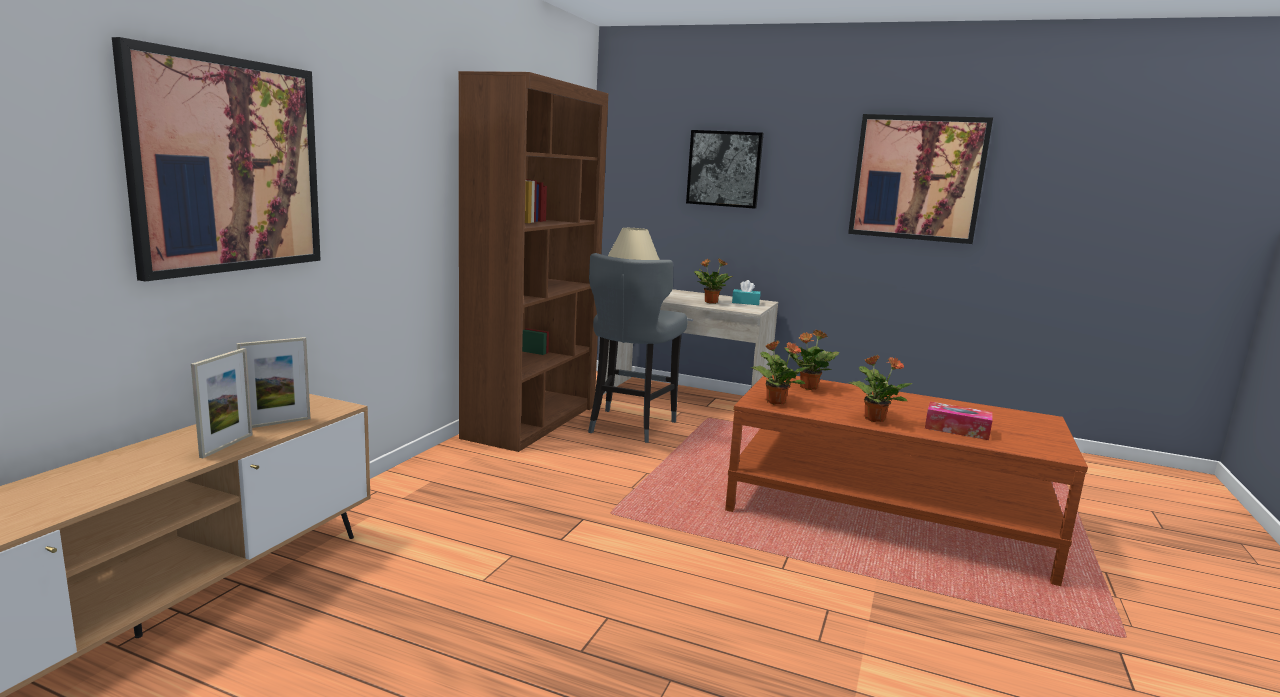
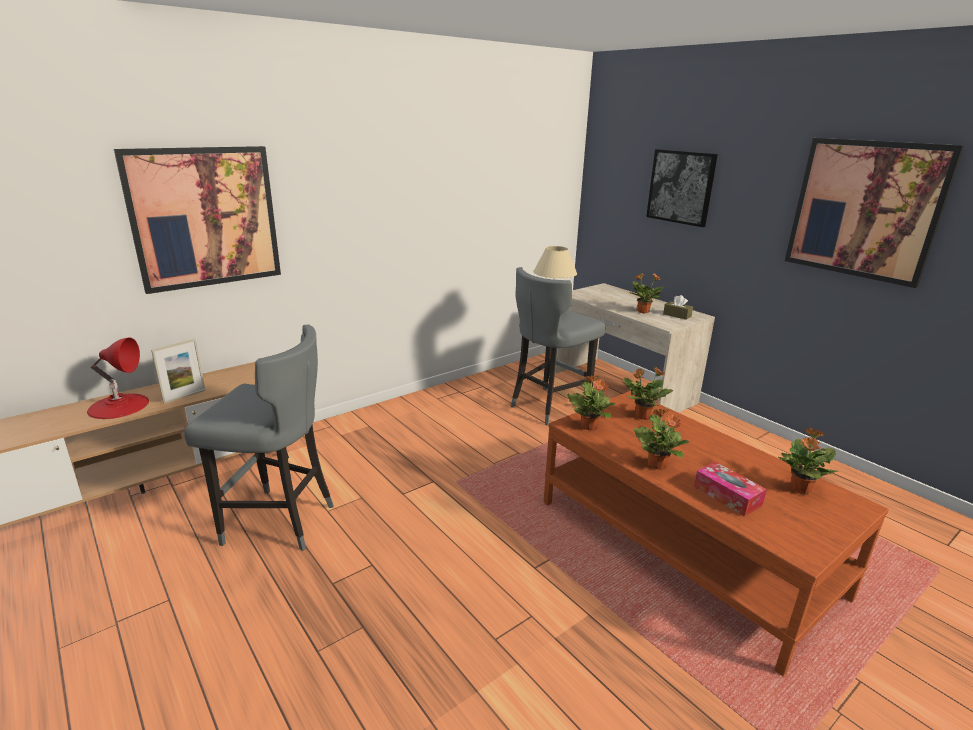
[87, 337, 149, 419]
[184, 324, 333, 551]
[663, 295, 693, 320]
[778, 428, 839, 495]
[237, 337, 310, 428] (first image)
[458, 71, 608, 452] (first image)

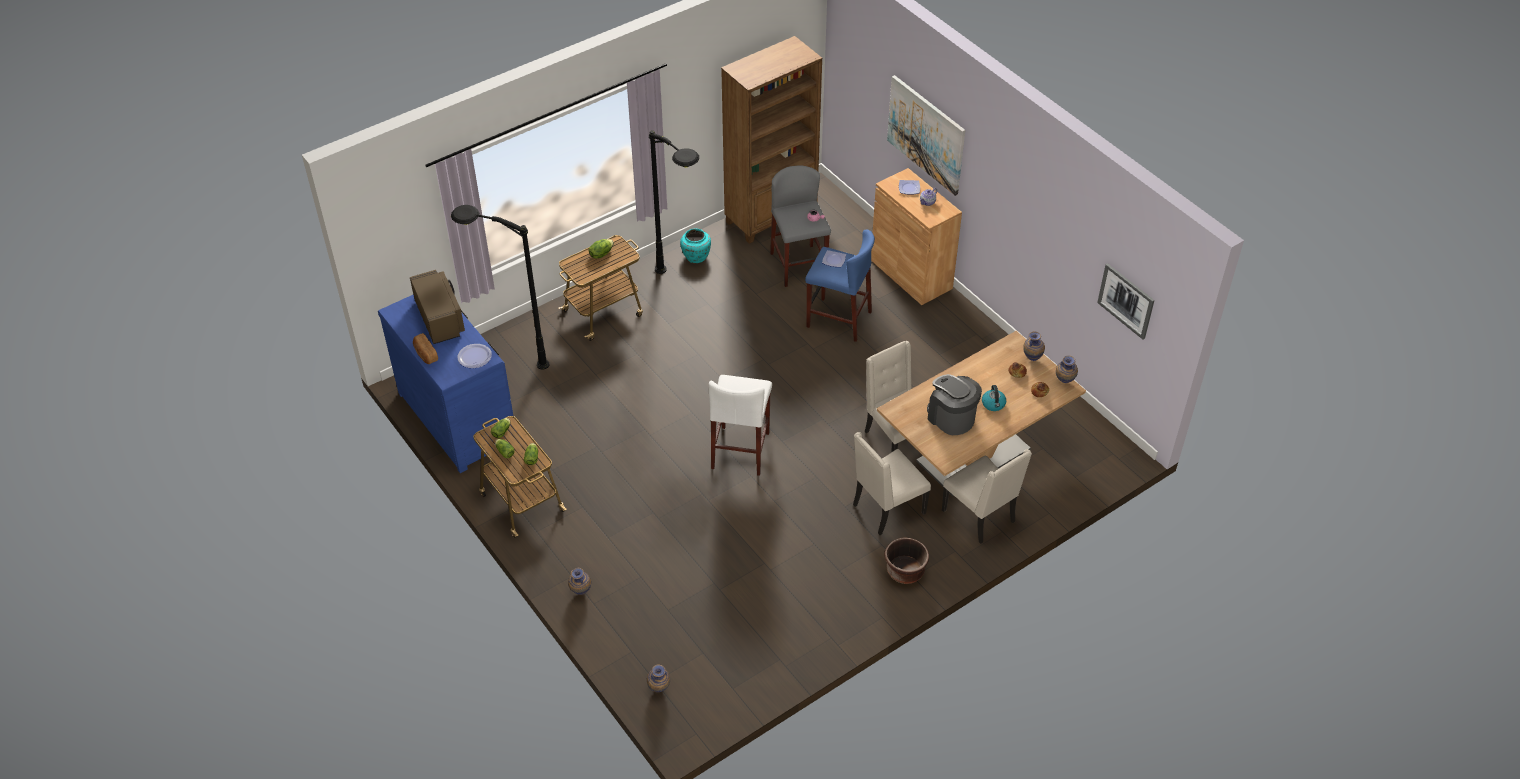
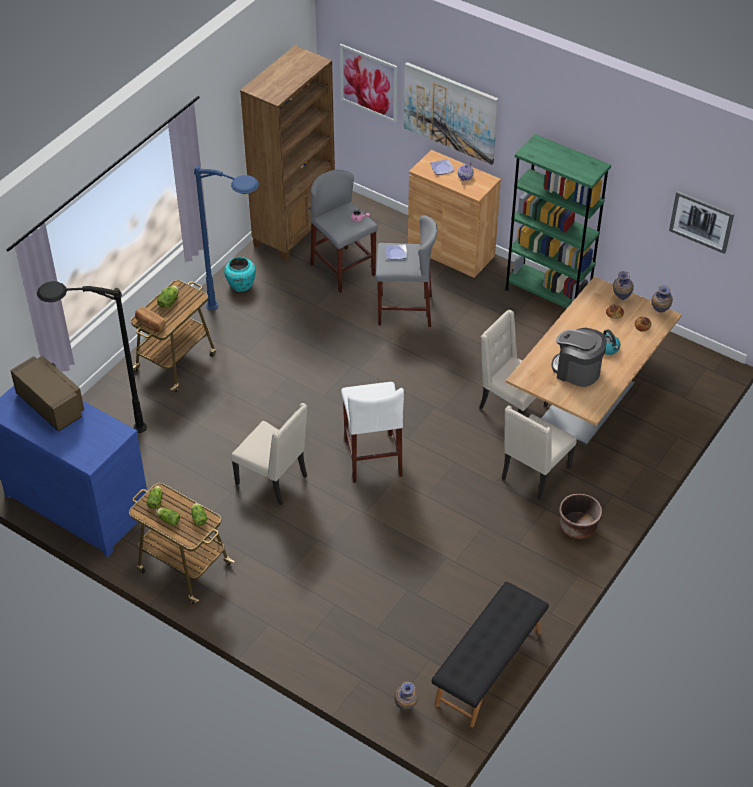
[135, 306, 166, 332]
[194, 166, 259, 310]
[231, 403, 307, 505]
[340, 44, 398, 123]
[376, 215, 438, 327]
[432, 582, 549, 727]
[505, 134, 611, 308]
[457, 344, 492, 368] (first image)
[568, 568, 591, 595] (first image)

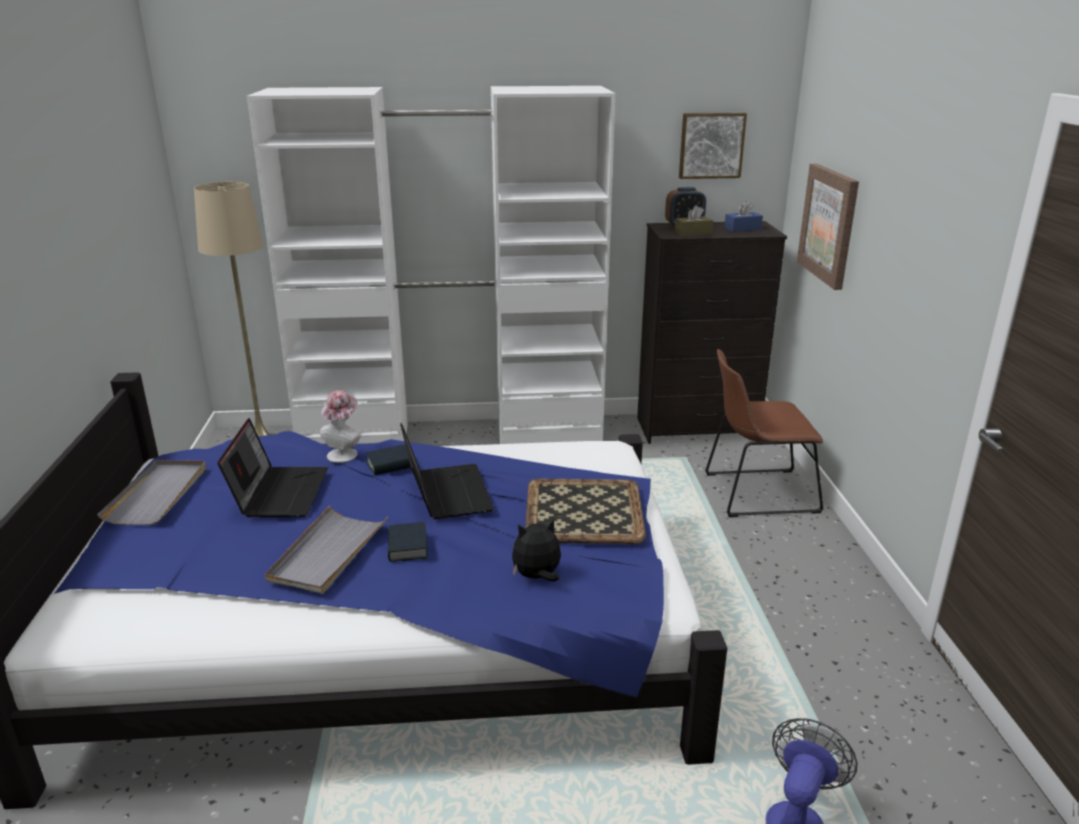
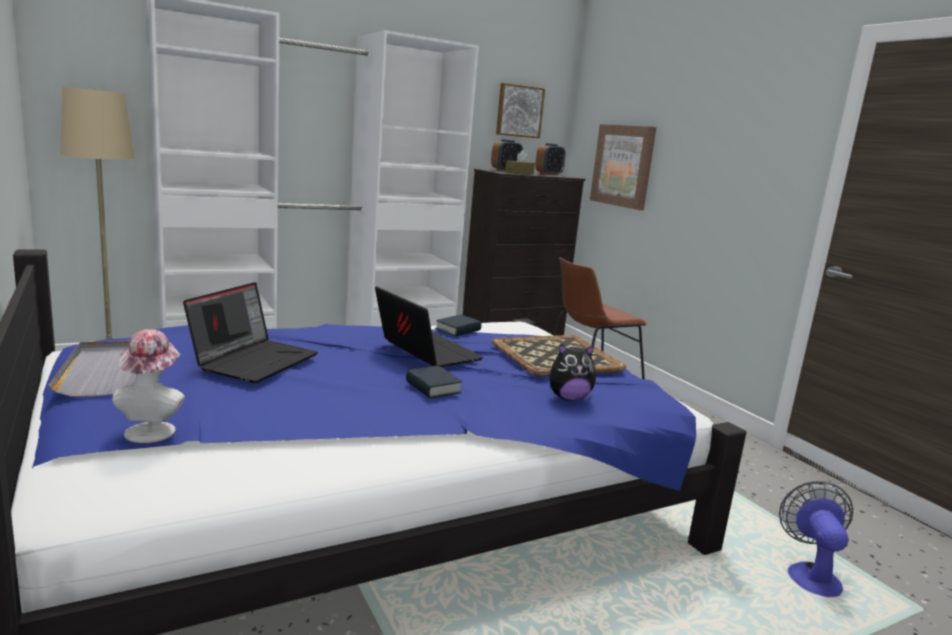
[112, 329, 185, 443]
[183, 282, 318, 383]
[435, 315, 481, 337]
[535, 143, 566, 175]
[549, 344, 596, 401]
[265, 506, 388, 594] (first image)

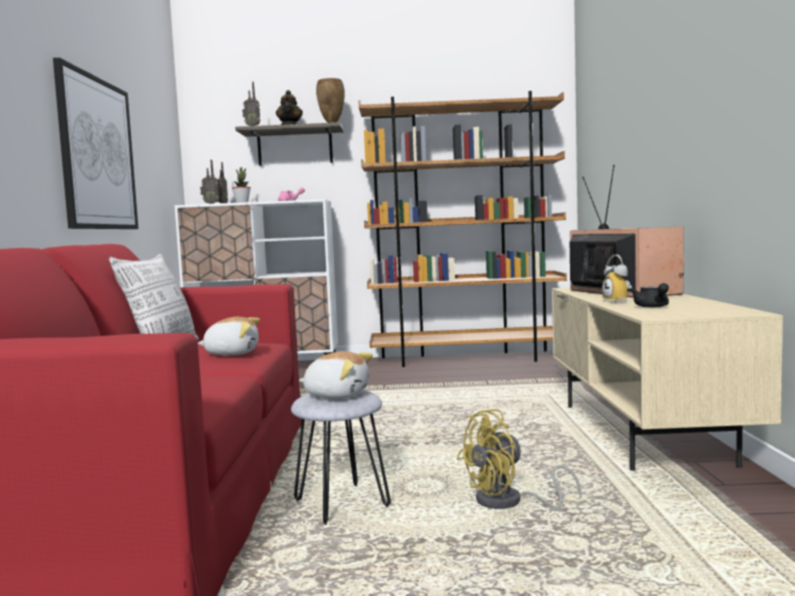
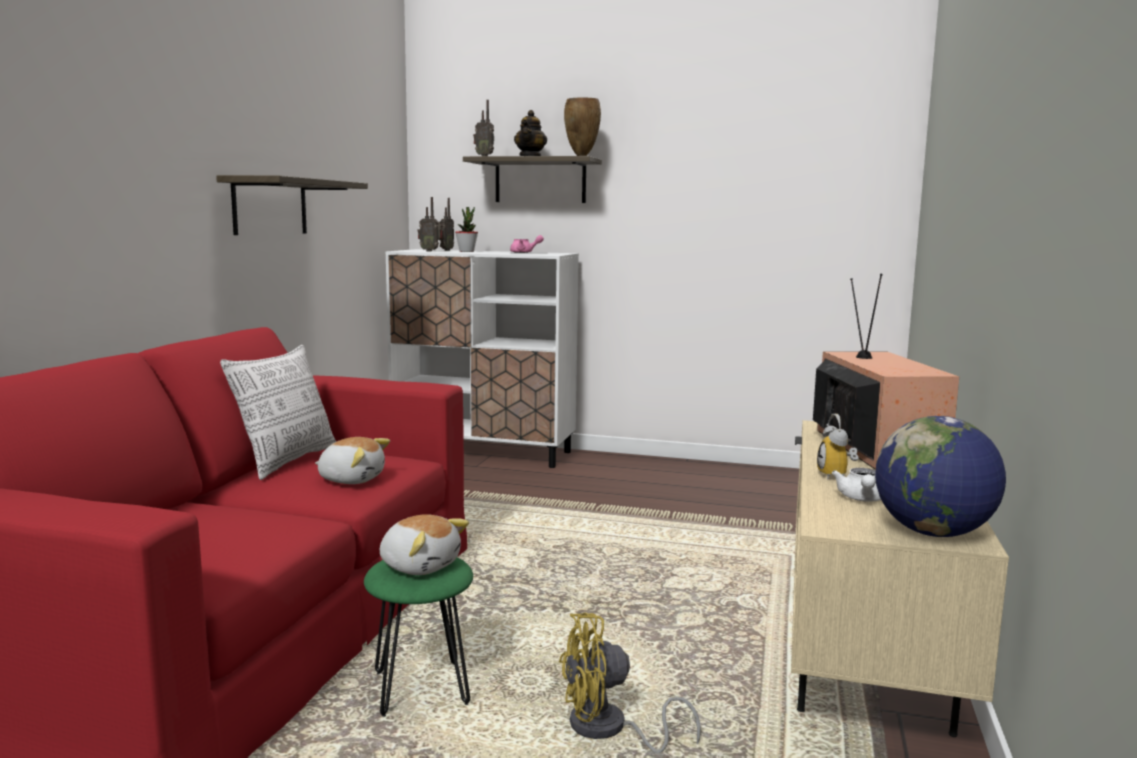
[216, 175, 368, 235]
[364, 557, 473, 717]
[832, 468, 881, 502]
[875, 416, 1006, 537]
[359, 91, 567, 367] (first image)

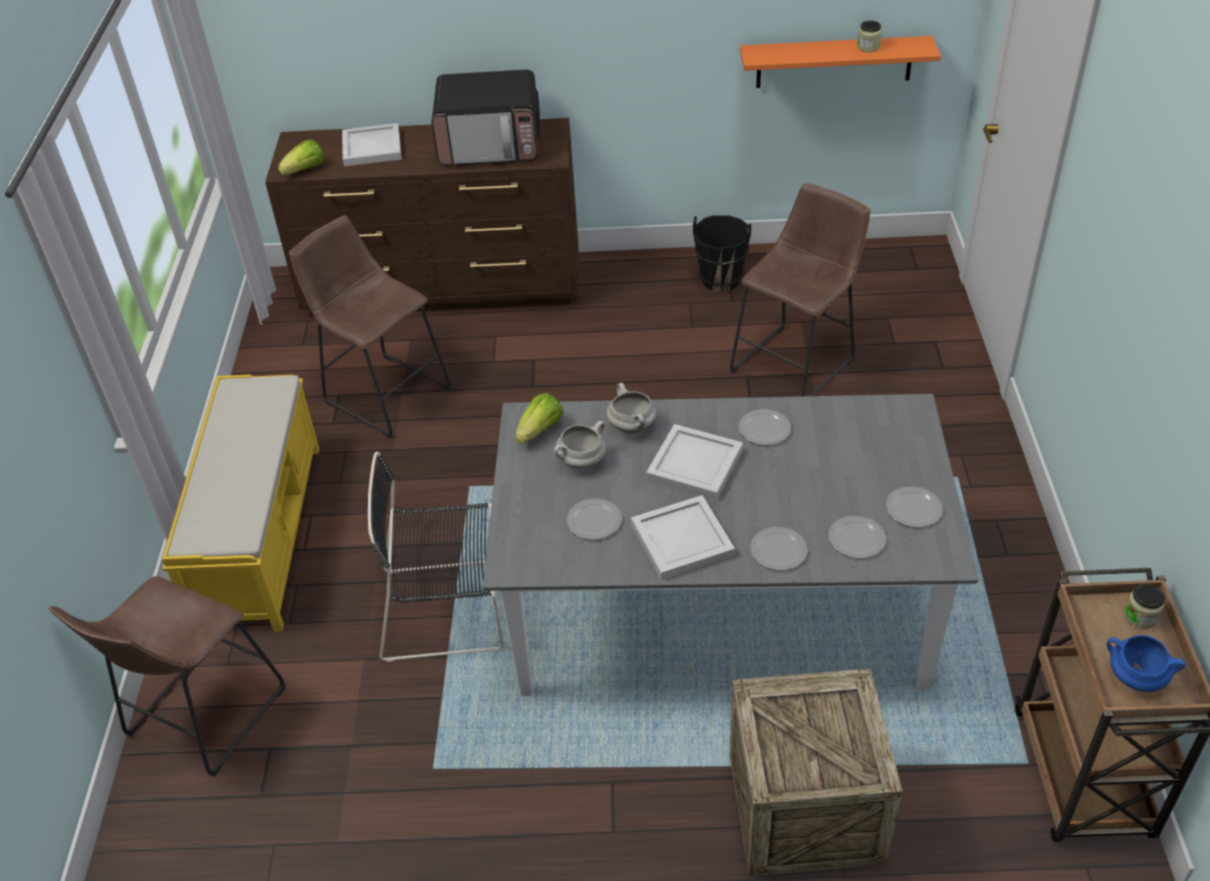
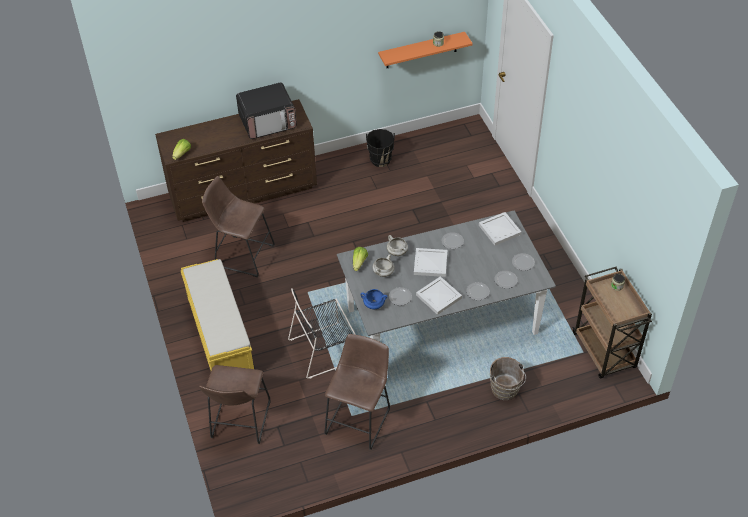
[325, 334, 390, 450]
[360, 289, 387, 309]
[479, 212, 522, 245]
[490, 357, 526, 400]

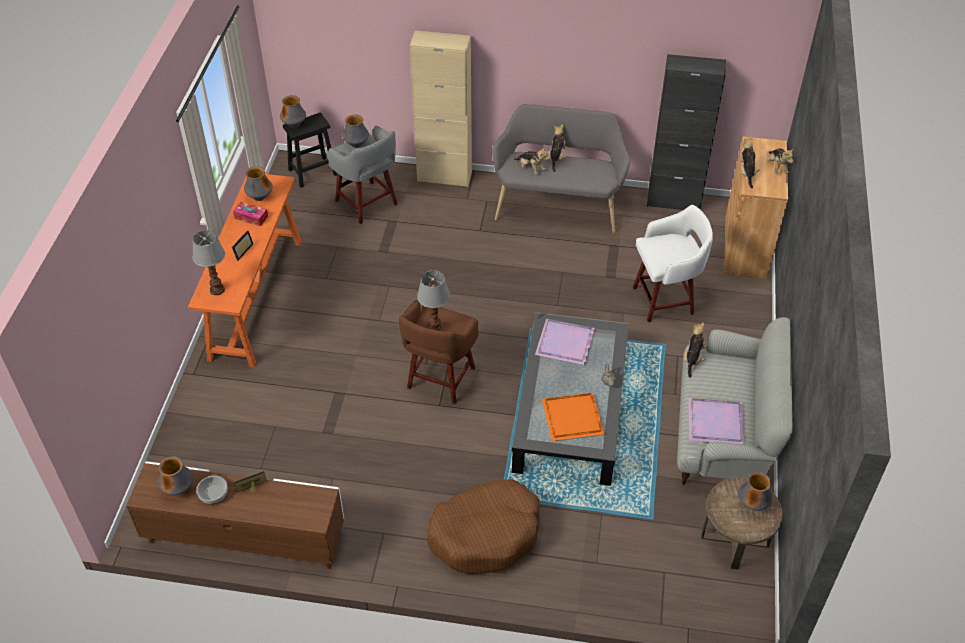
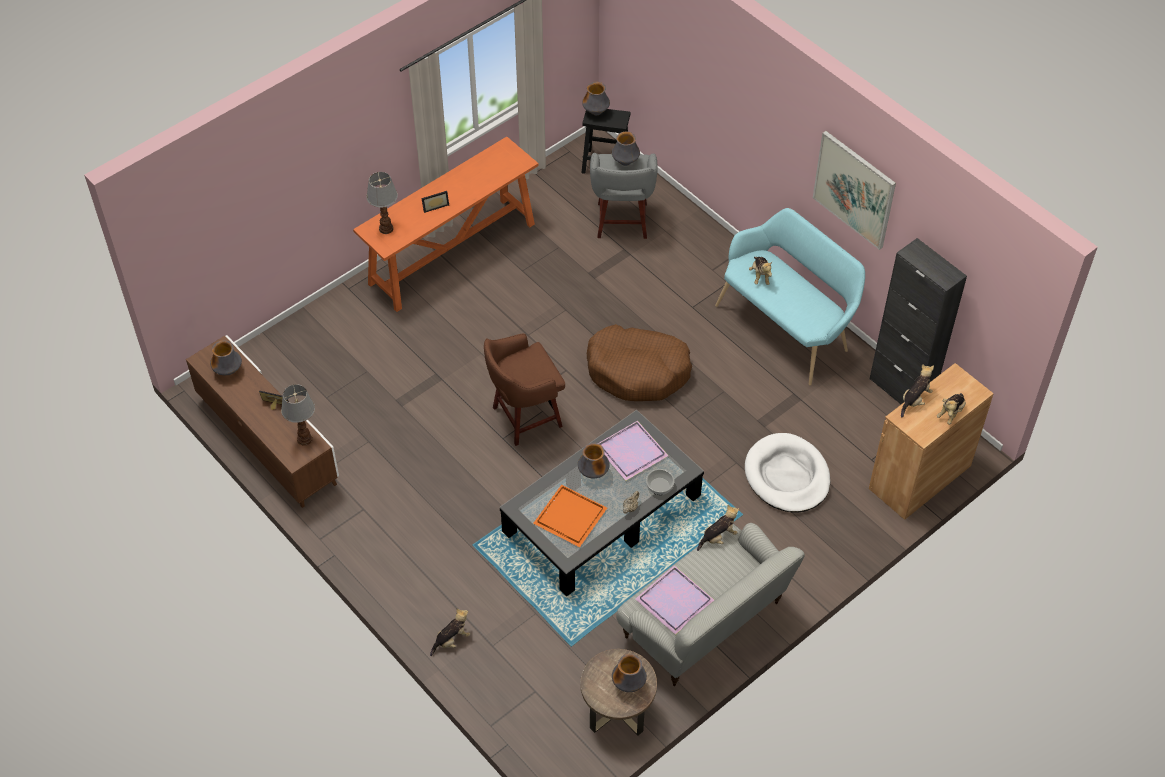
[281, 384, 315, 446]
[430, 608, 470, 656]
[578, 443, 610, 478]
[587, 324, 692, 401]
[646, 469, 674, 495]
[715, 208, 865, 386]
[745, 433, 830, 512]
[813, 131, 896, 250]
[233, 202, 268, 226] (first image)
[410, 30, 472, 187] (first image)

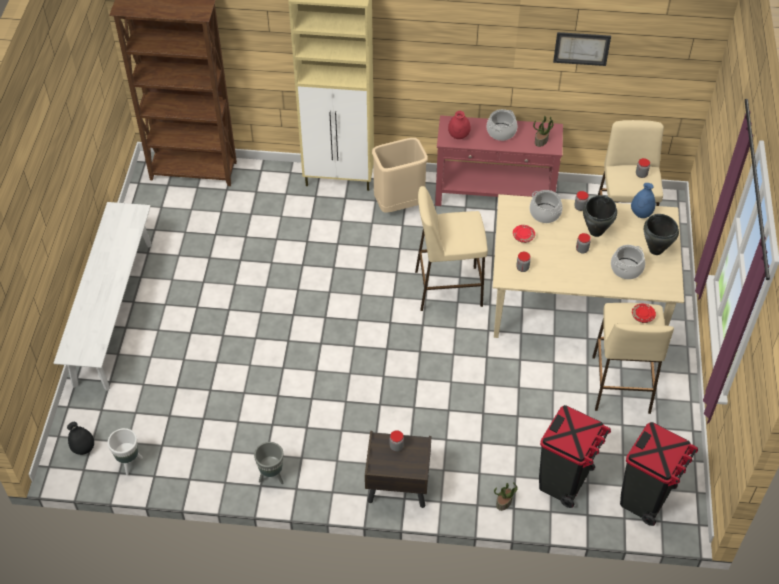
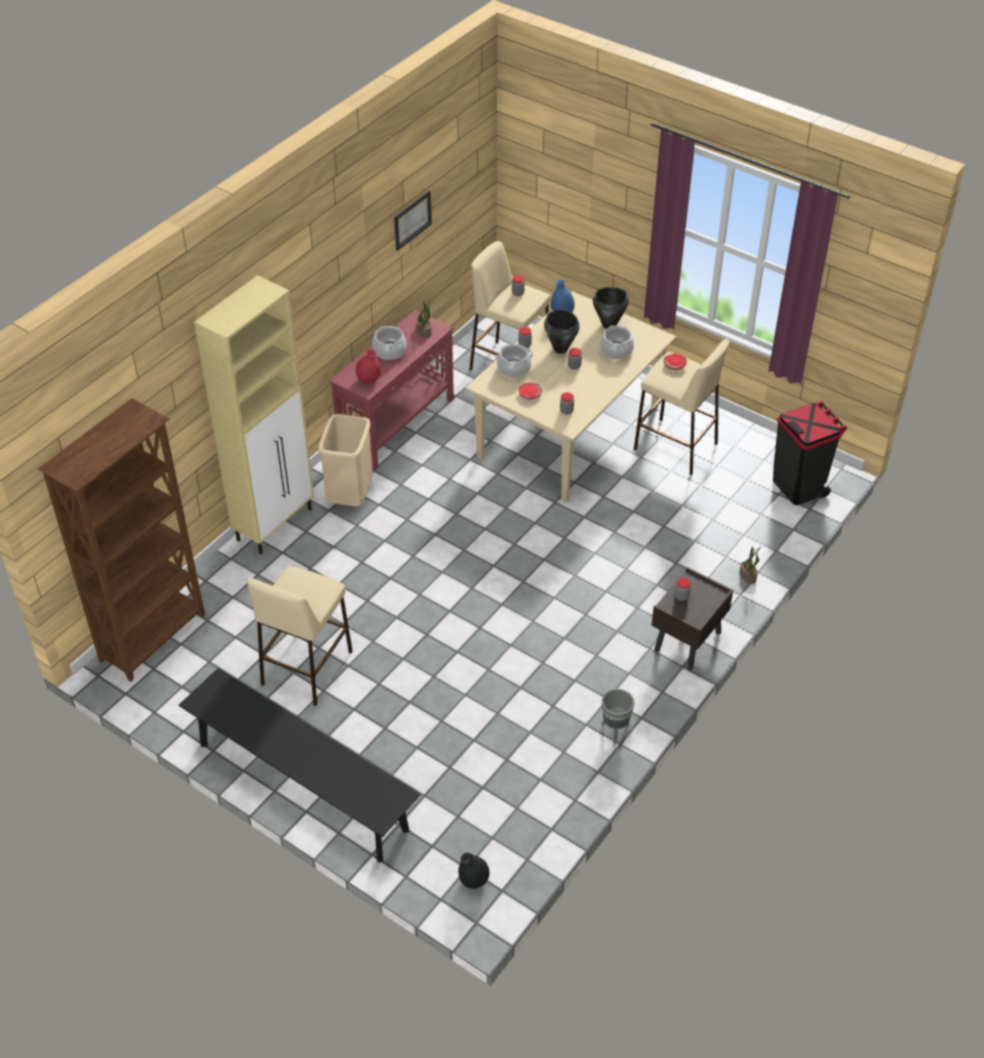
[179, 668, 420, 862]
[247, 566, 353, 706]
[108, 428, 143, 475] (first image)
[539, 405, 611, 508] (first image)

